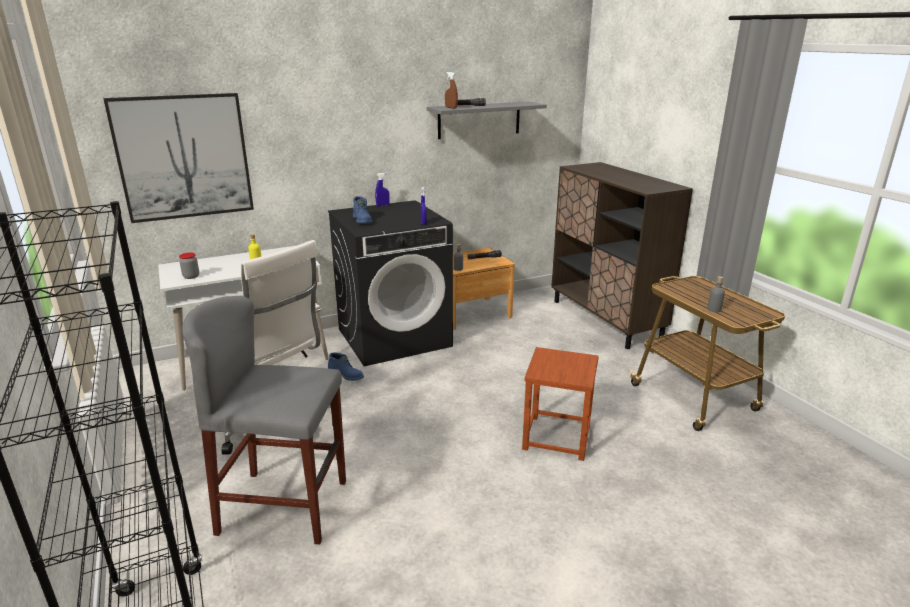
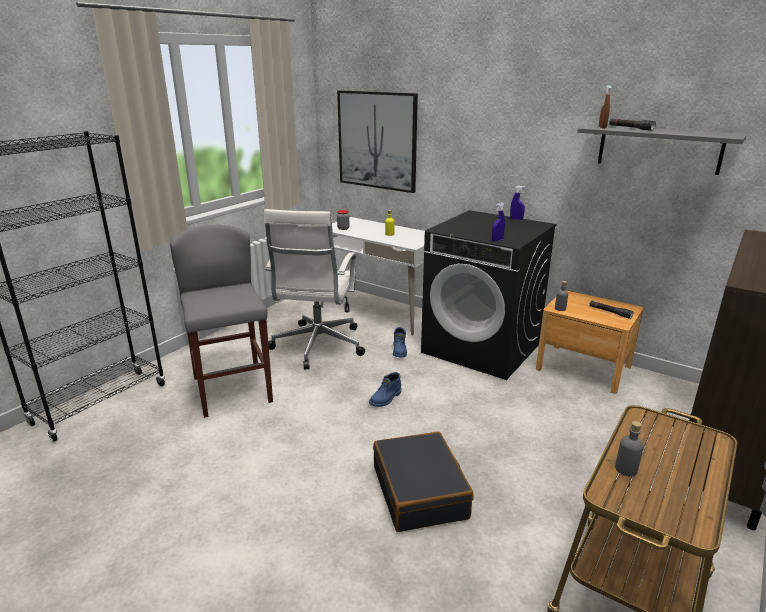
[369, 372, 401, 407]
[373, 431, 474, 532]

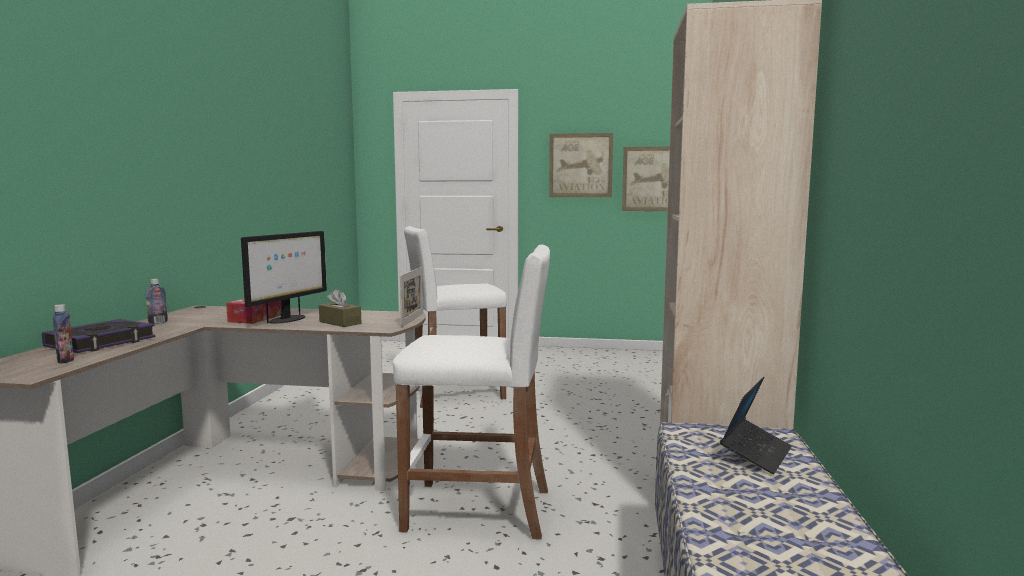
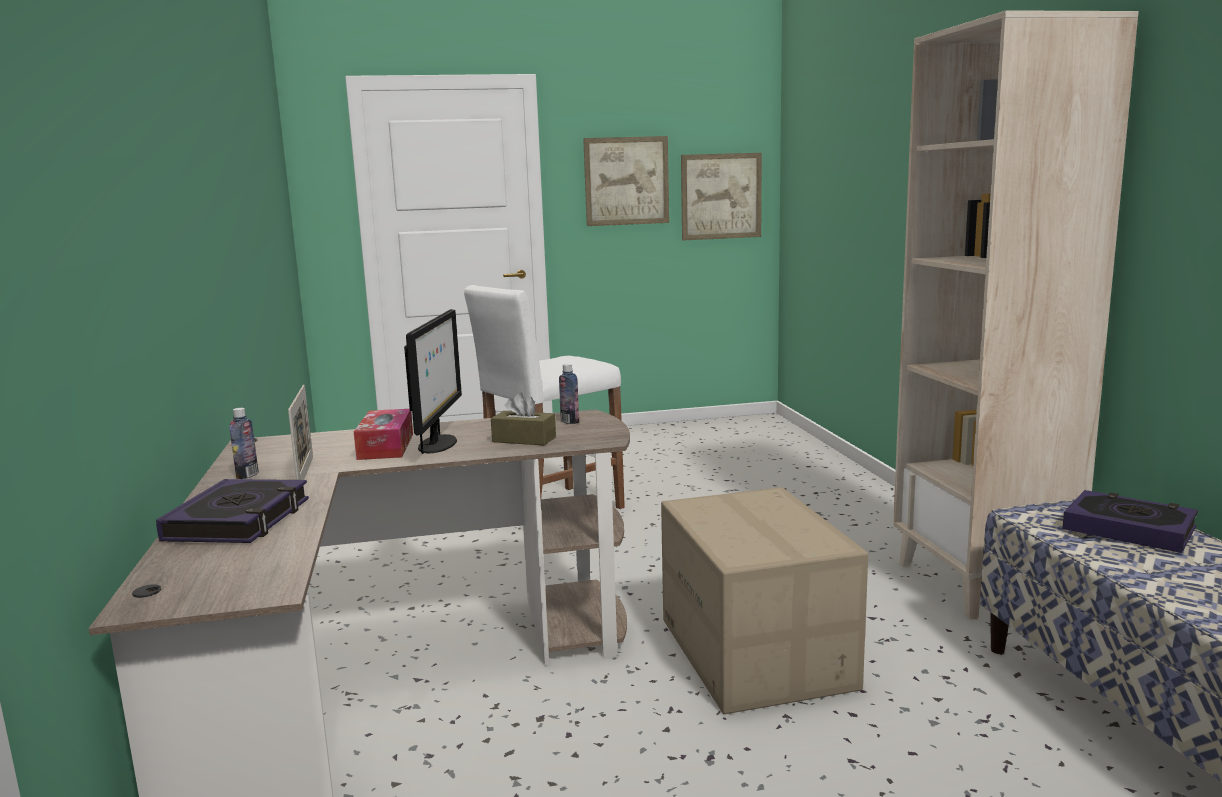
[288, 385, 313, 480]
[559, 364, 579, 424]
[661, 487, 868, 714]
[1063, 490, 1198, 553]

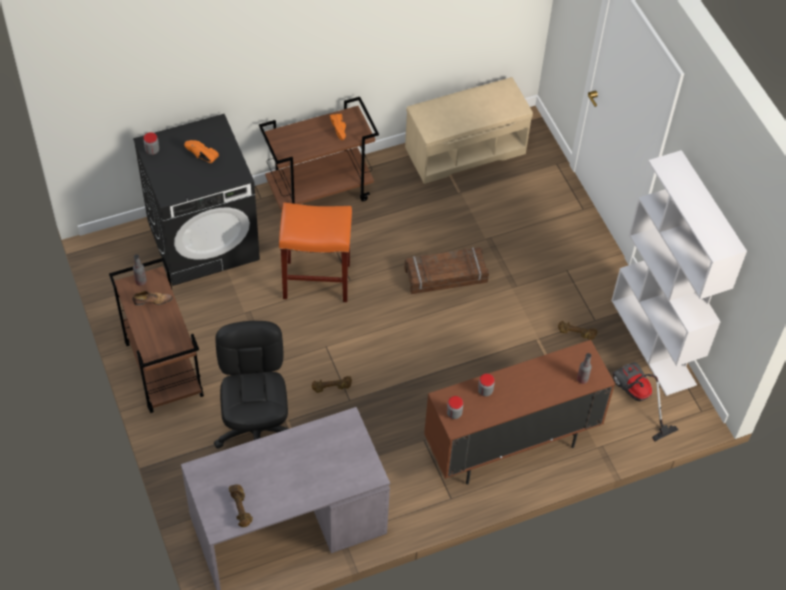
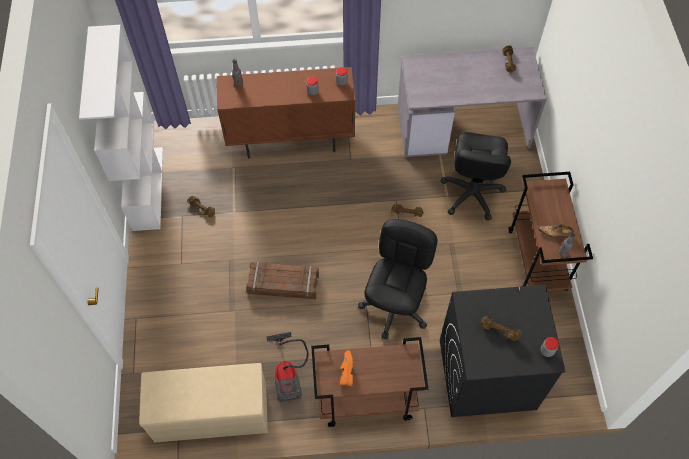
[267, 332, 309, 402]
[358, 219, 438, 339]
[481, 316, 522, 341]

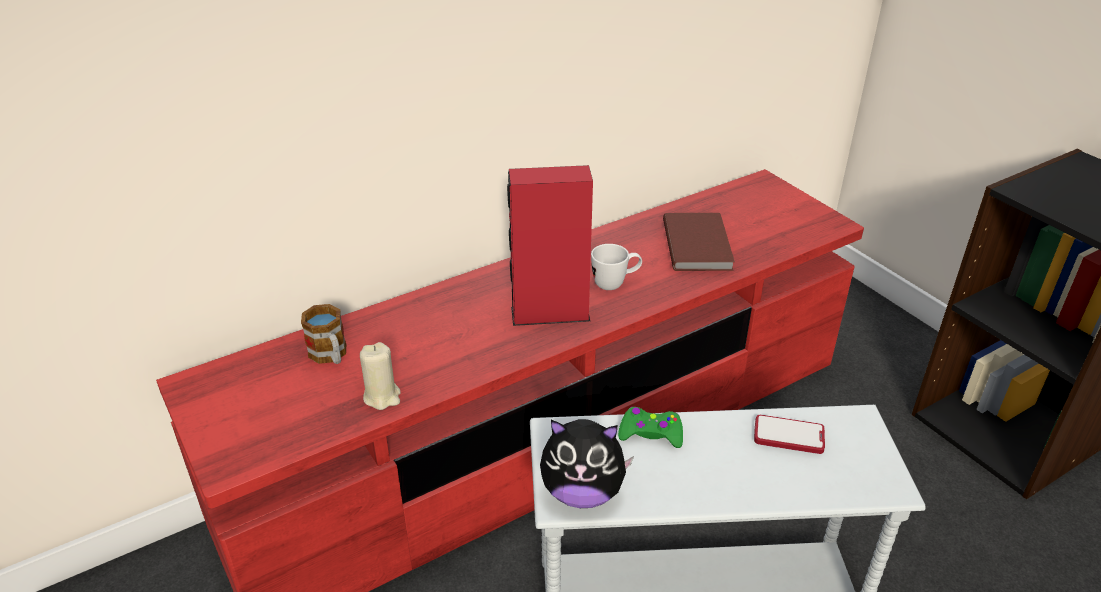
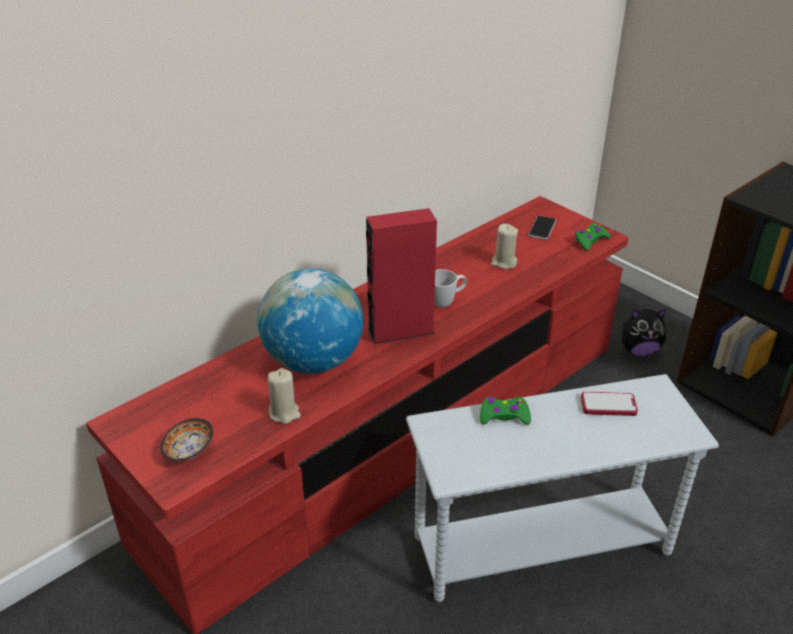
[160, 418, 213, 461]
[258, 268, 363, 374]
[491, 224, 518, 269]
[528, 216, 556, 240]
[575, 223, 611, 250]
[622, 309, 666, 356]
[301, 304, 346, 364] (first image)

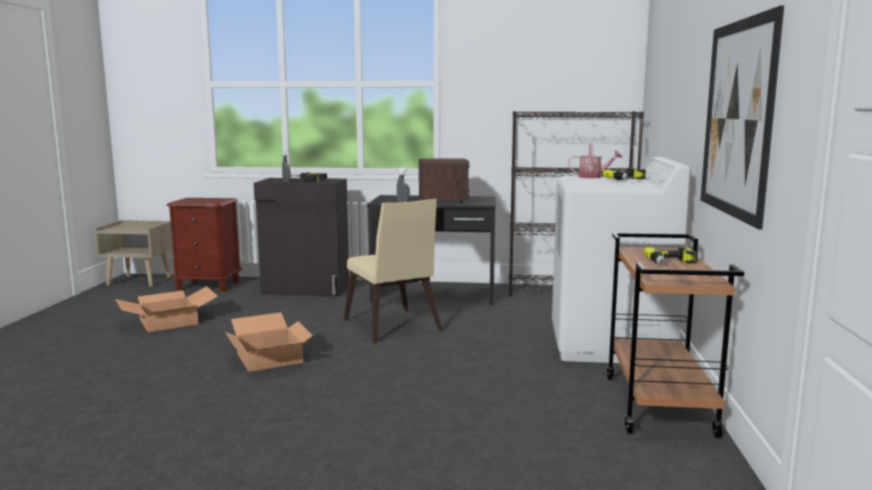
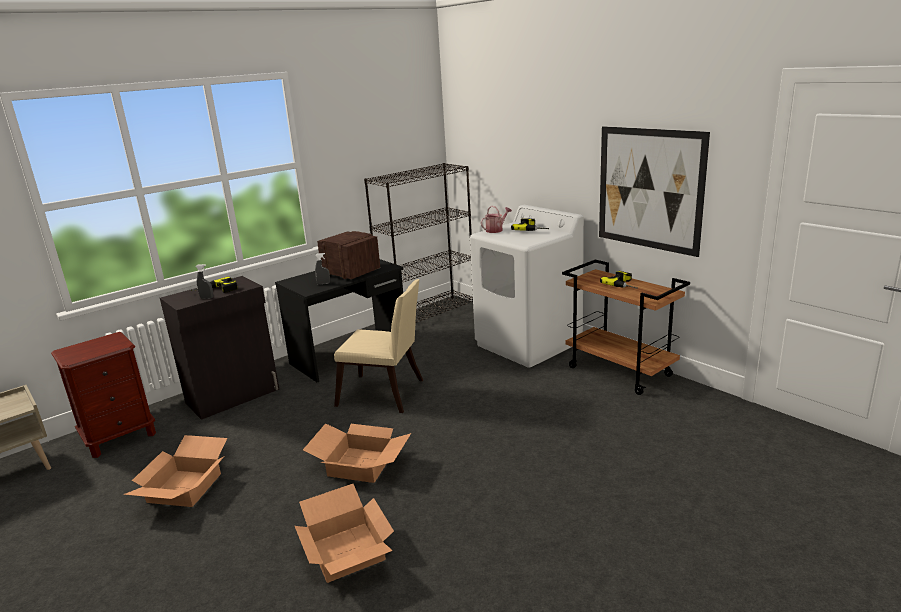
[295, 484, 394, 583]

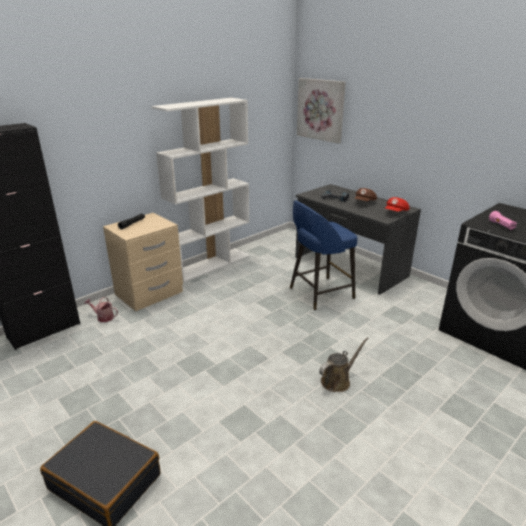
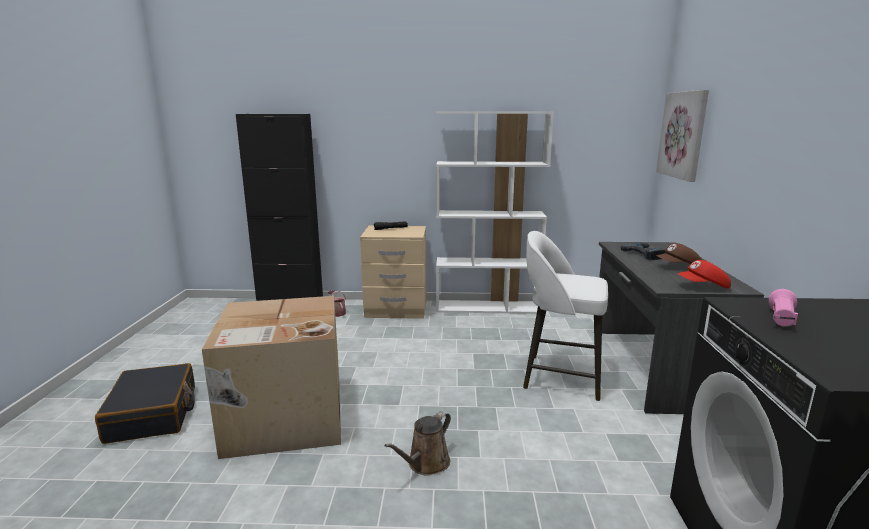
[202, 296, 341, 459]
[384, 411, 451, 476]
[523, 231, 608, 401]

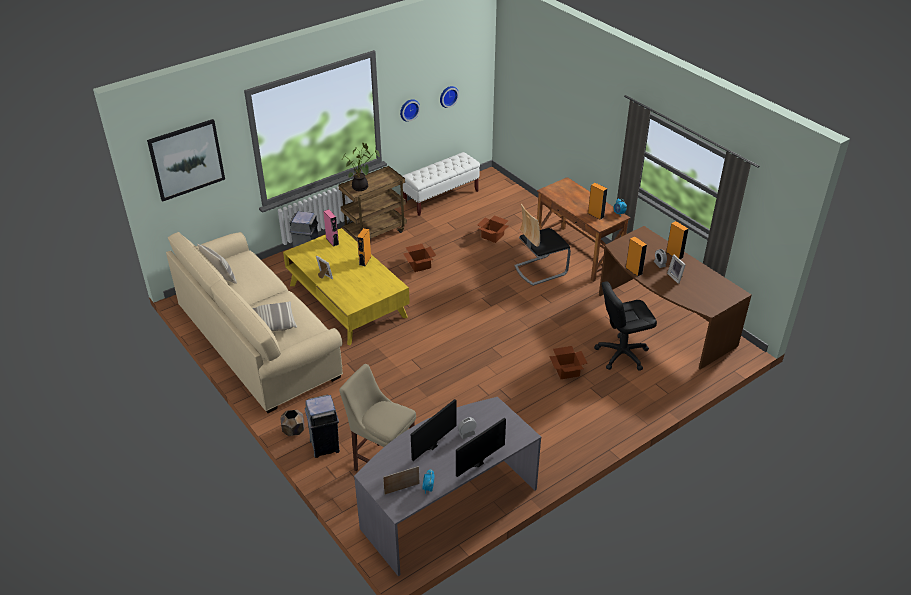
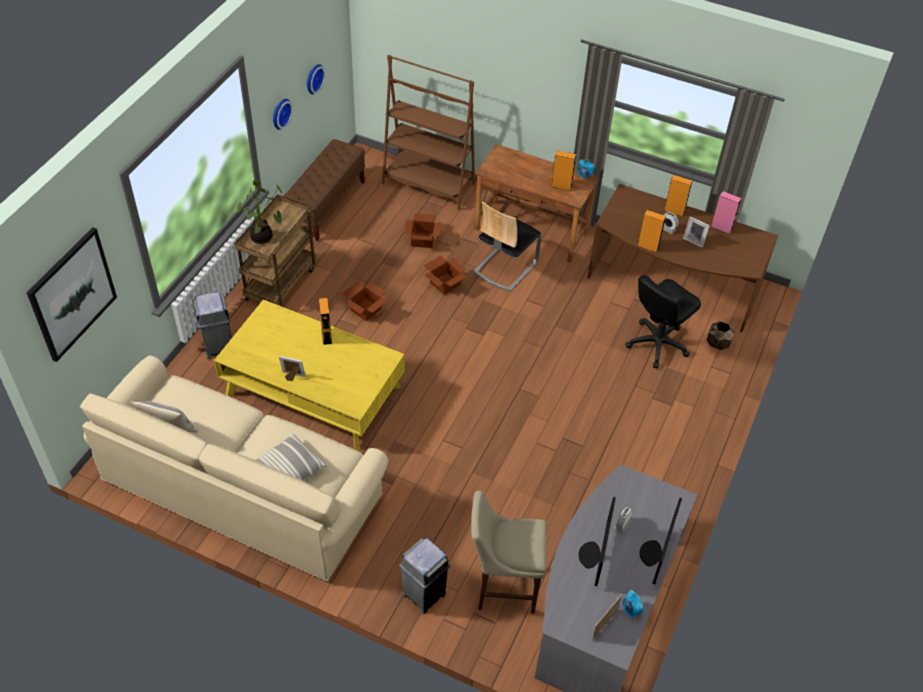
[283, 139, 365, 241]
[382, 55, 476, 210]
[424, 255, 468, 295]
[707, 321, 735, 350]
[711, 191, 741, 234]

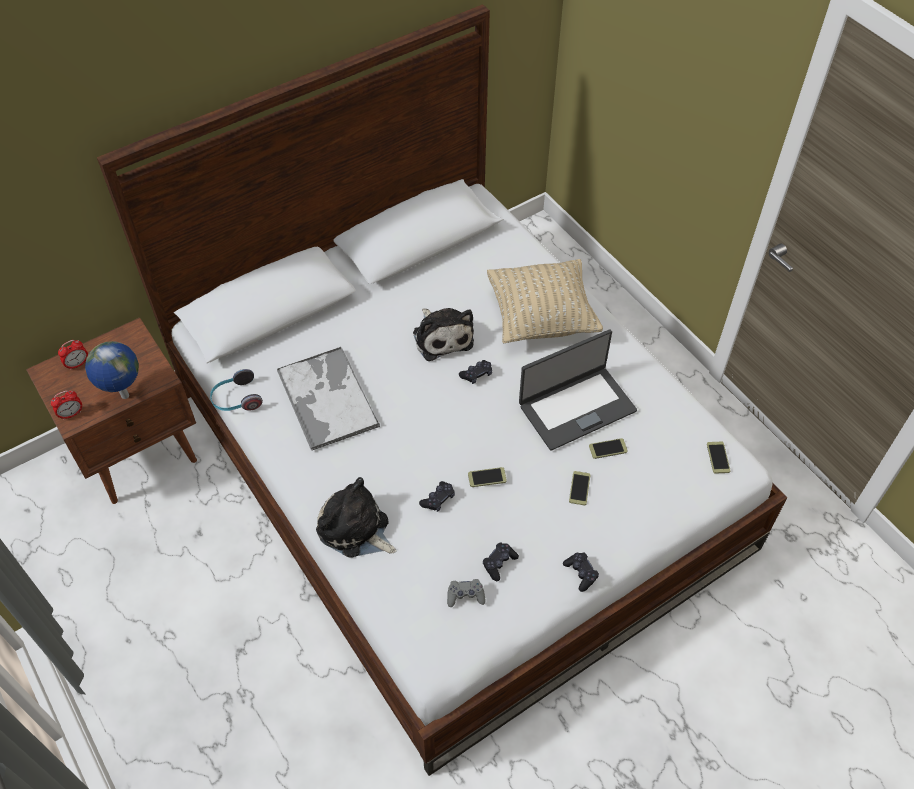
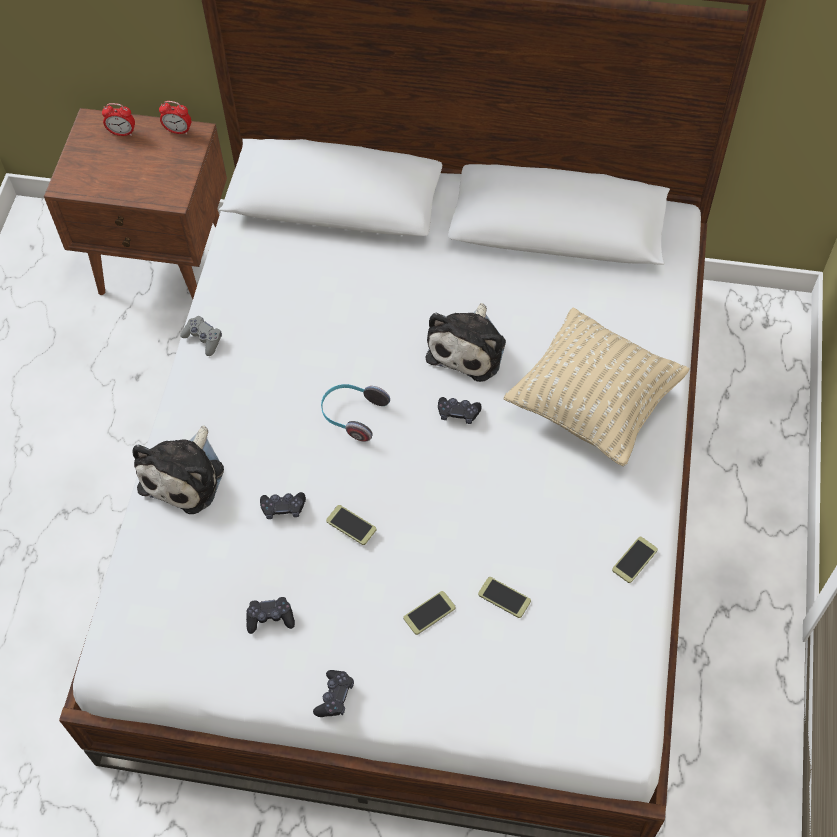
[132, 426, 224, 514]
[159, 101, 191, 135]
[180, 316, 222, 356]
[321, 384, 390, 442]
[612, 537, 658, 583]
[85, 341, 139, 399] (first image)
[277, 347, 380, 450] (first image)
[519, 330, 637, 451] (first image)

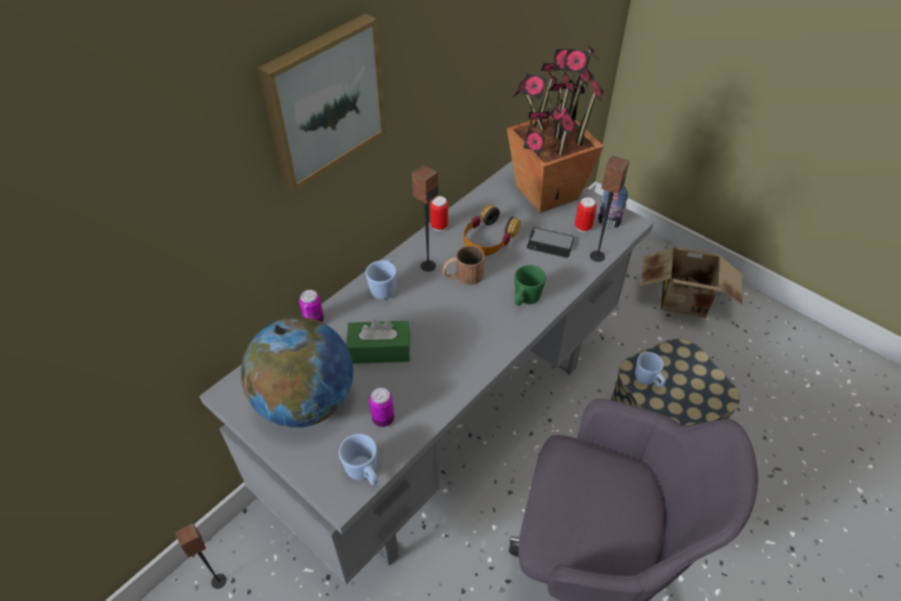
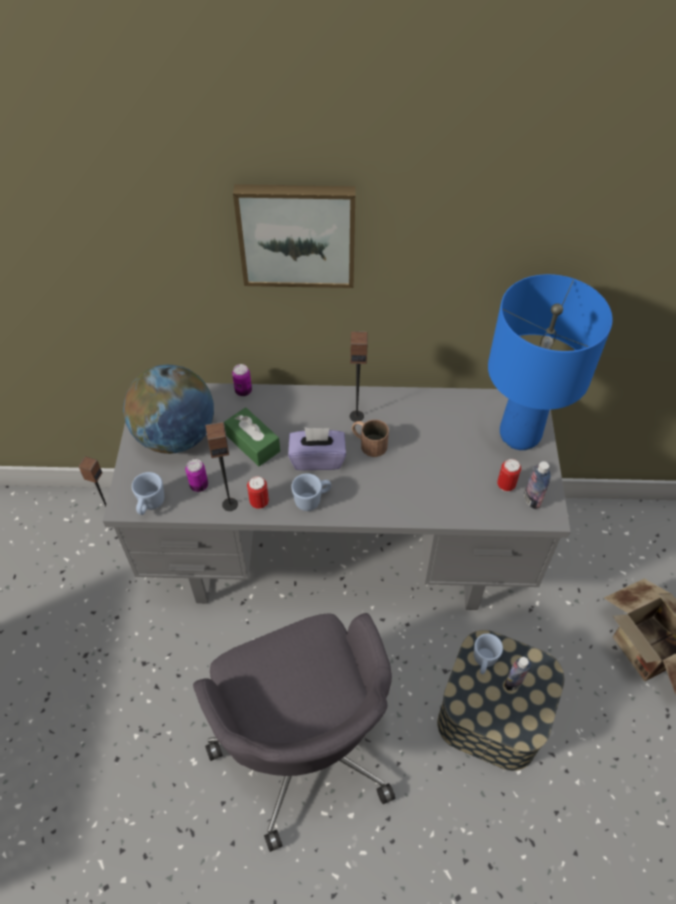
[206, 422, 238, 511]
[247, 476, 269, 509]
[288, 427, 346, 470]
[291, 473, 331, 511]
[488, 274, 613, 450]
[504, 657, 531, 691]
[464, 205, 521, 256] (first image)
[514, 265, 546, 306] (first image)
[527, 227, 574, 258] (first image)

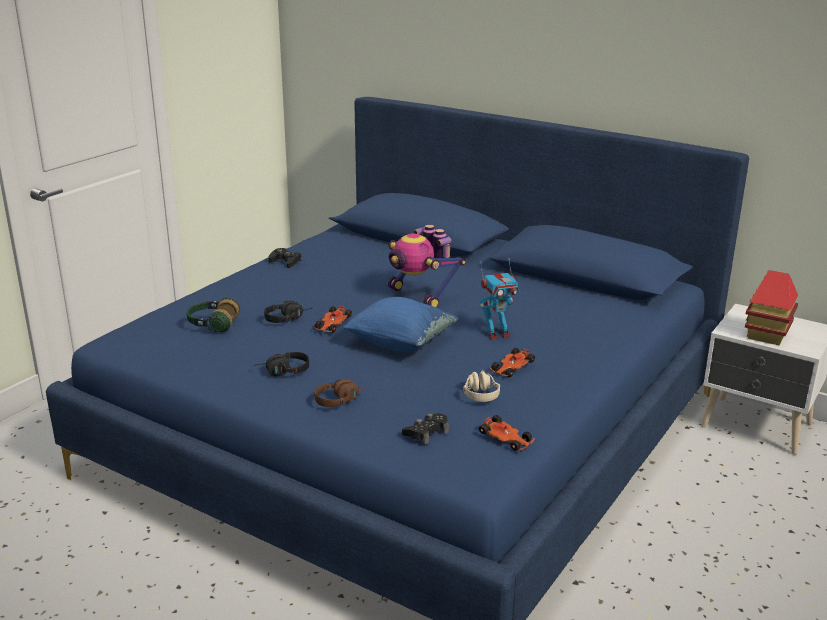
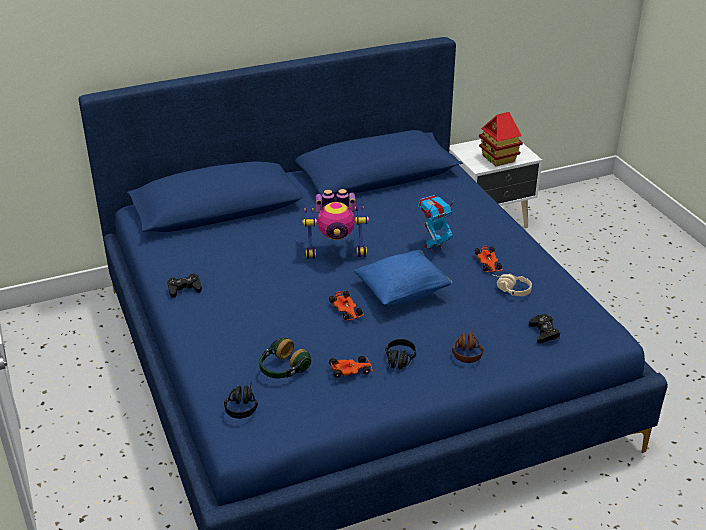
[224, 381, 258, 419]
[329, 356, 373, 378]
[418, 195, 455, 253]

